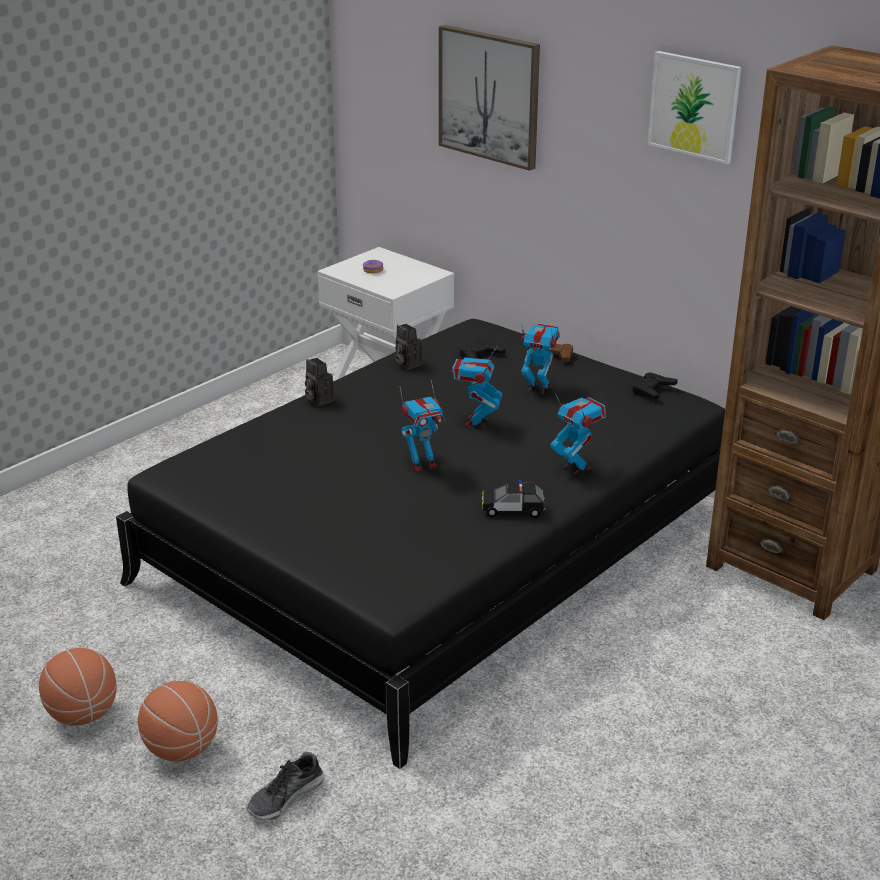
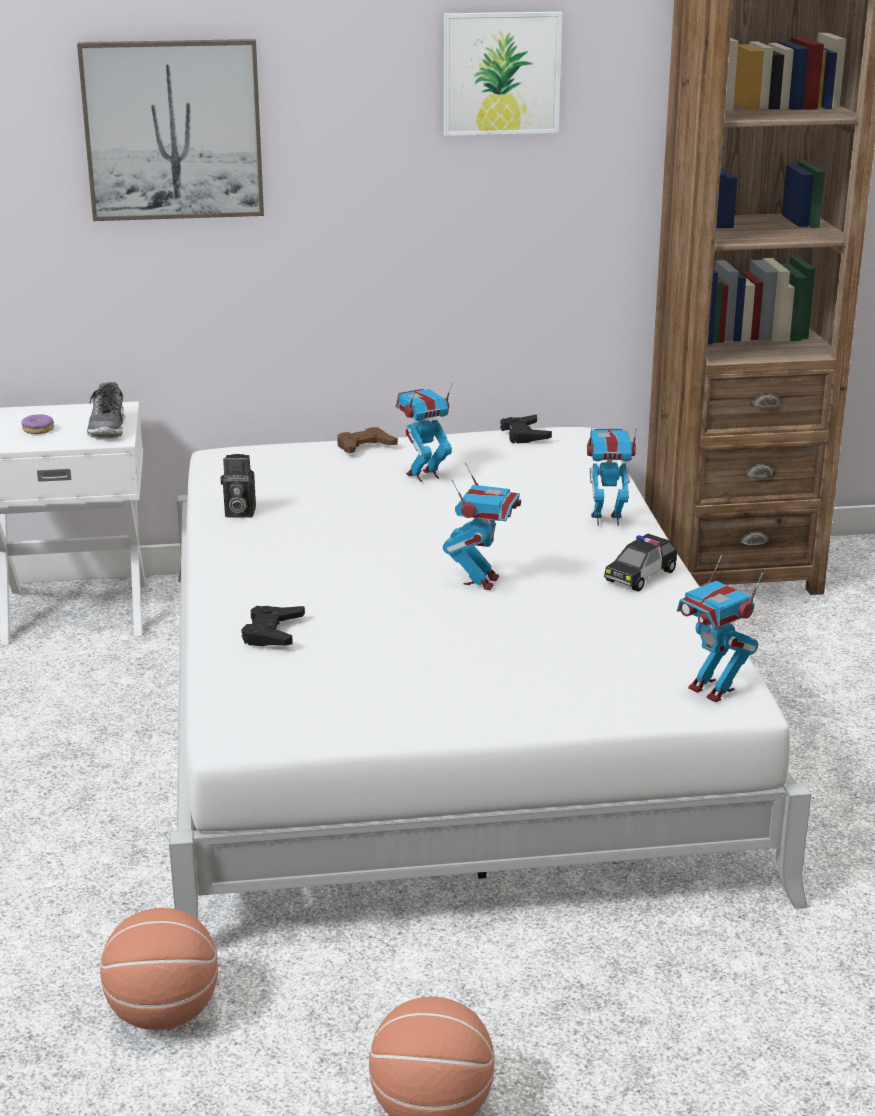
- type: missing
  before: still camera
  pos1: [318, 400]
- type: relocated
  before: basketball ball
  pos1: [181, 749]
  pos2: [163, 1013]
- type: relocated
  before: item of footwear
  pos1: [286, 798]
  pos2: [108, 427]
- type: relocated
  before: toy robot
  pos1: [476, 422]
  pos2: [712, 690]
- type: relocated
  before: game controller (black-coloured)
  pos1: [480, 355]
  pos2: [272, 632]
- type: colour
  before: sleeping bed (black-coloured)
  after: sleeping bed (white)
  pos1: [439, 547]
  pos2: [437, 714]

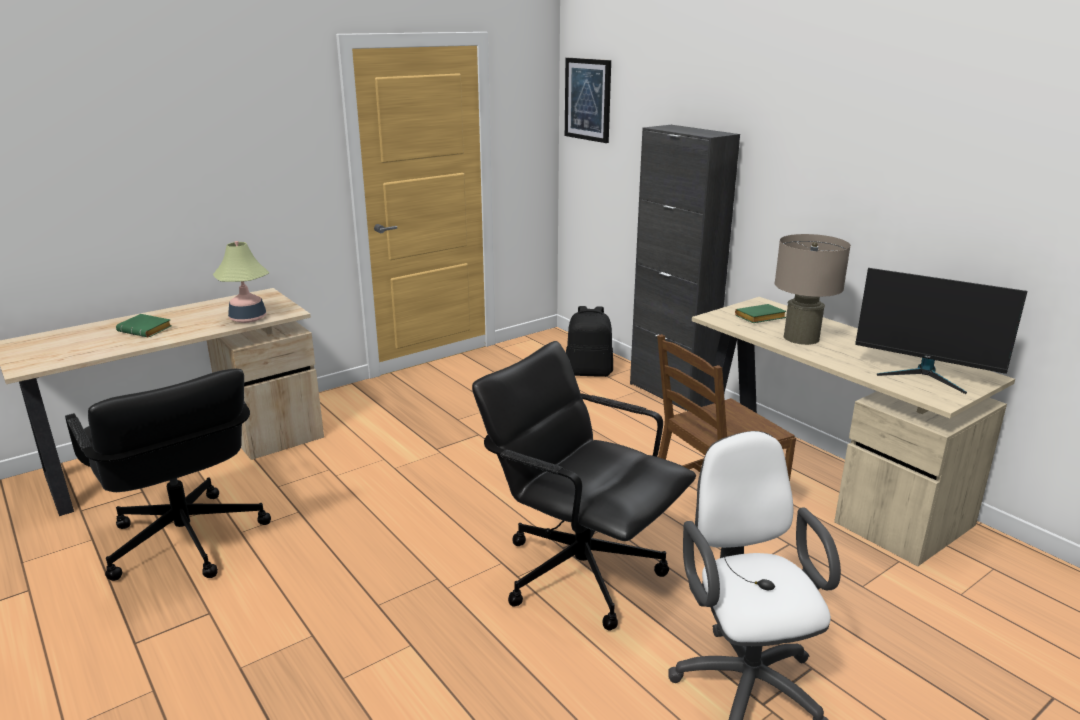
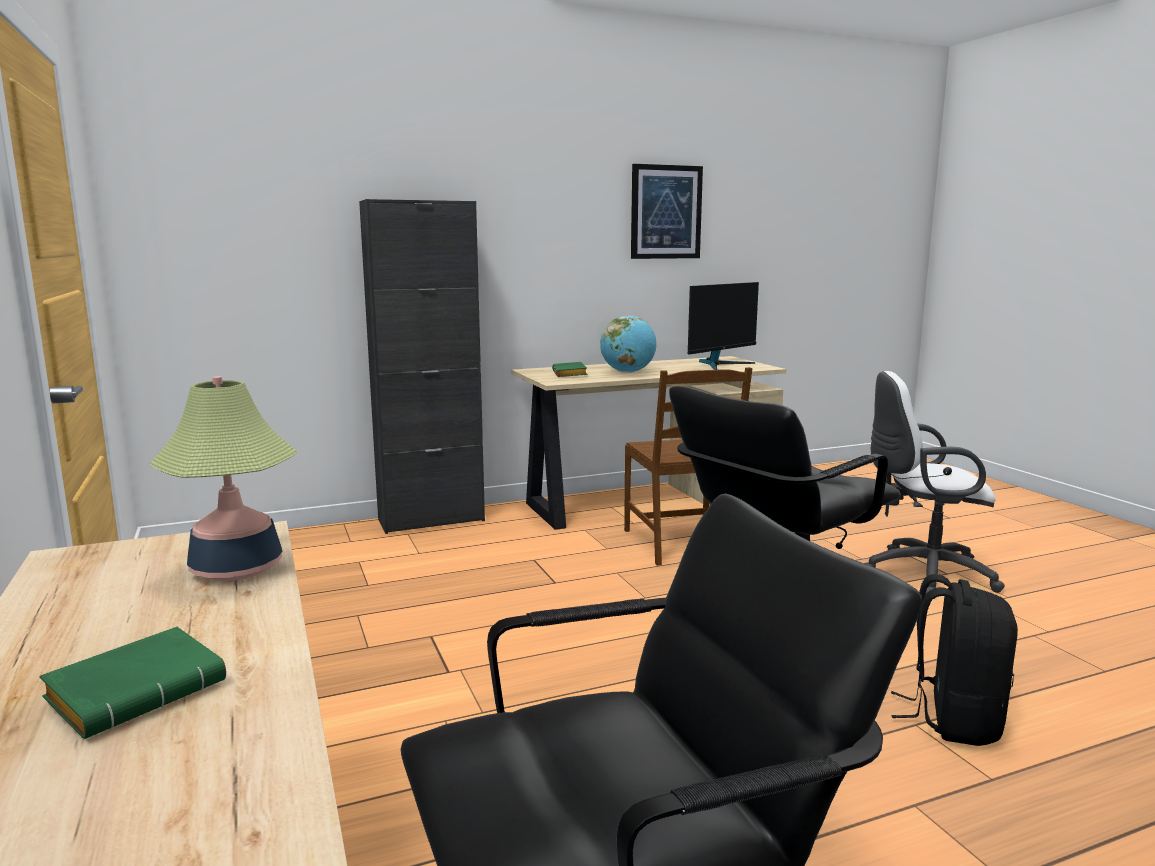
- type: relocated
  before: wall picture
  pos1: [588, 99]
  pos2: [665, 212]
- type: relocated
  before: rucksack (black-coloured)
  pos1: [589, 372]
  pos2: [953, 719]
- type: exchanged
  before: tabletop lamp (beige)
  after: world globe
  pos1: [801, 338]
  pos2: [628, 372]

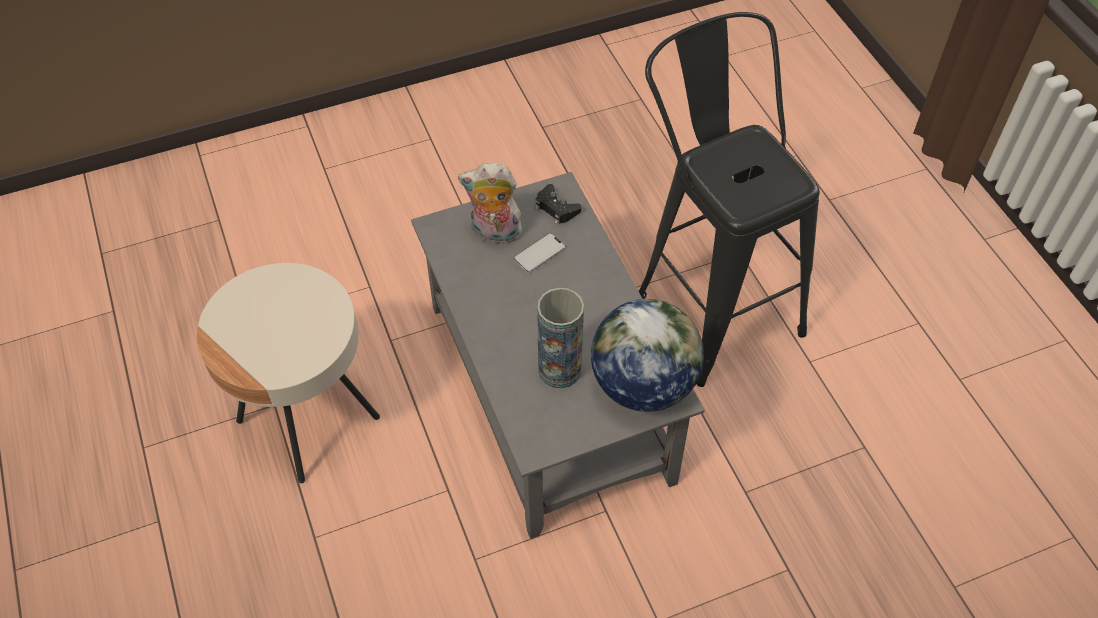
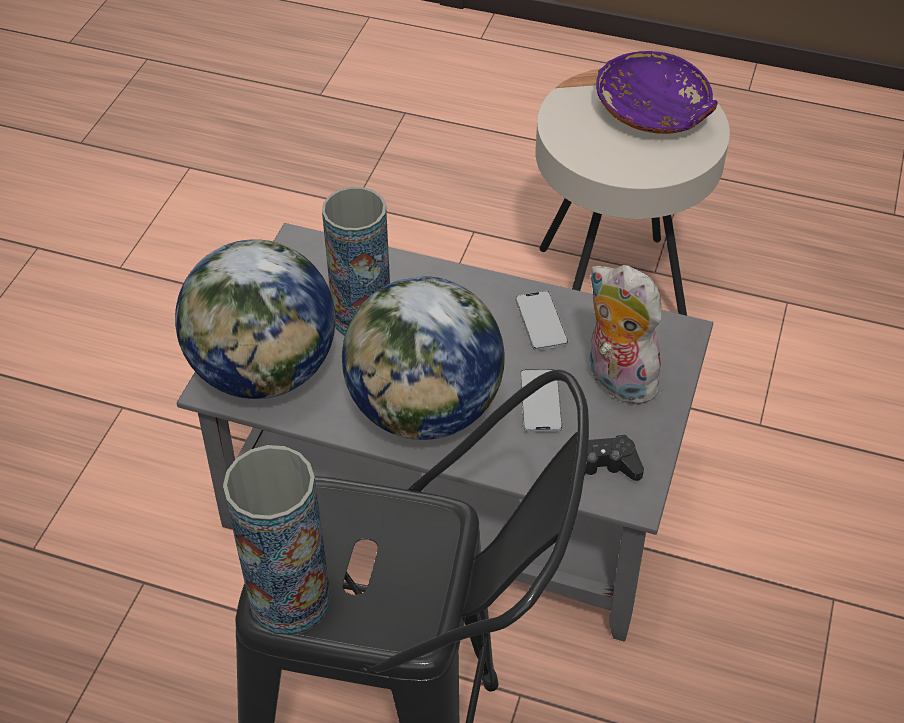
- type: appeared
  after: flower vase
  pos2: [290, 599]
- type: appeared
  after: world globe
  pos2: [425, 410]
- type: appeared
  after: phone
  pos2: [541, 322]
- type: appeared
  after: deep dish (purple)
  pos2: [654, 112]
- type: spun
  before: plush toy
  pos1: [494, 233]
  pos2: [615, 380]
  turn: -90

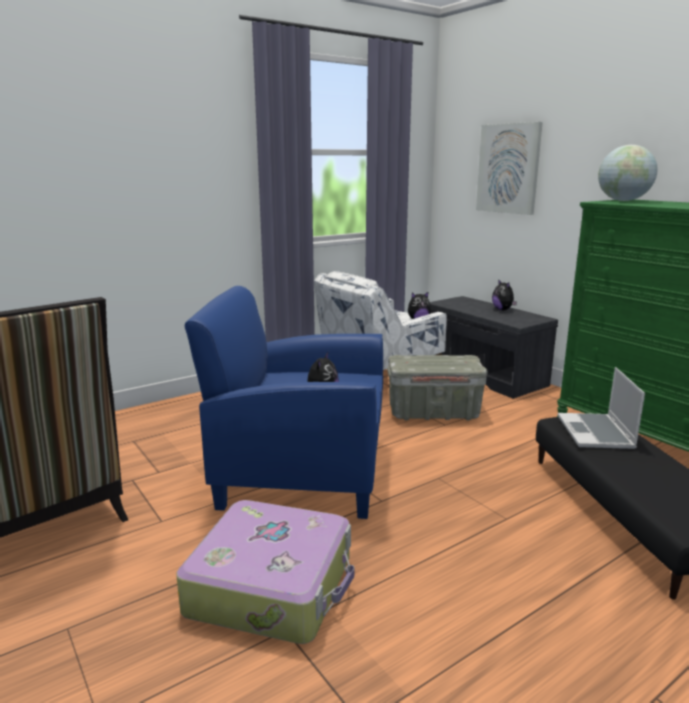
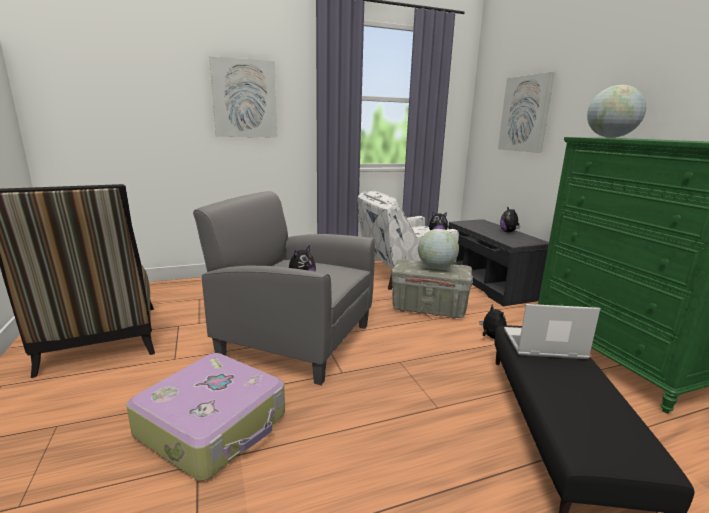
- type: appeared
  after: wall picture
  pos2: [244, 99]
- type: appeared
  after: world globe
  pos2: [436, 268]
- type: appeared
  after: plush toy
  pos2: [491, 337]
- type: colour
  before: armchair (blue-coloured)
  after: armchair (gray)
  pos1: [300, 473]
  pos2: [295, 339]
- type: spun
  before: laptop
  pos1: [596, 433]
  pos2: [543, 345]
  turn: 75

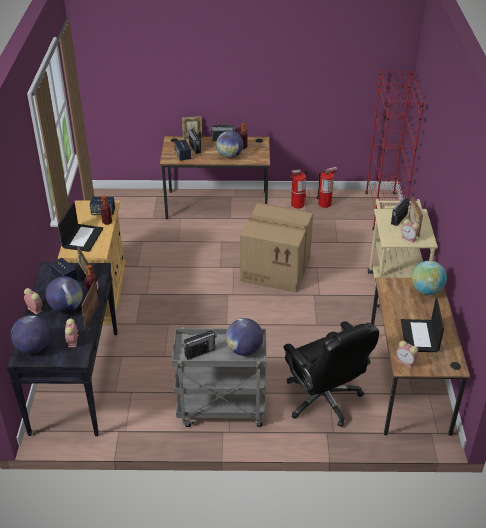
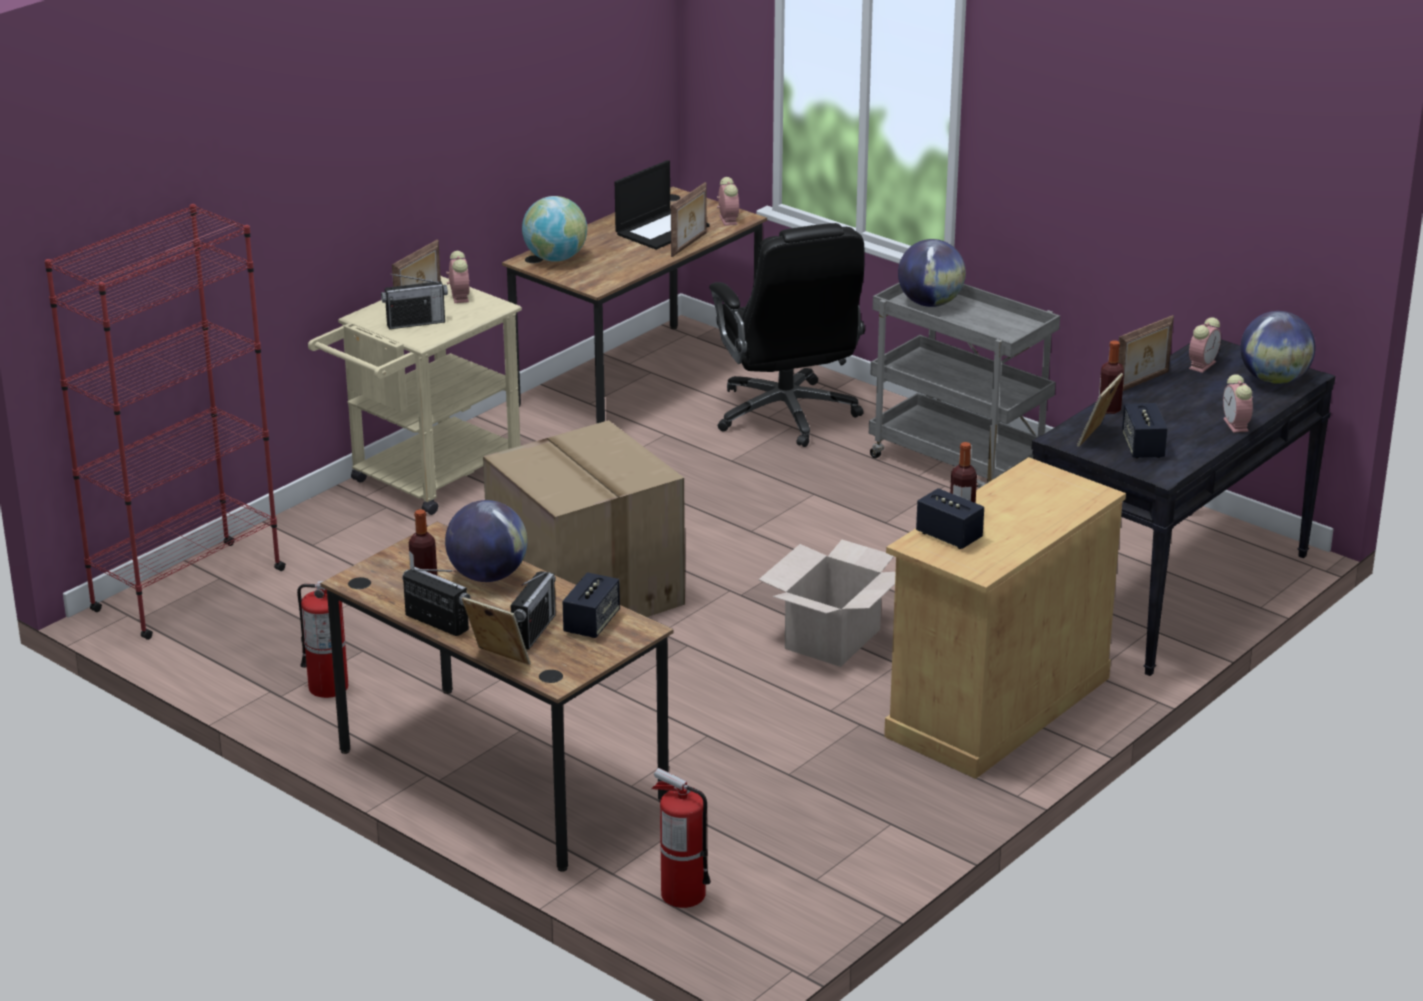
- type: missing
  before: world globe
  pos1: [66, 307]
- type: missing
  before: laptop
  pos1: [82, 237]
- type: missing
  before: radio
  pos1: [199, 352]
- type: appeared
  after: standing frame
  pos2: [690, 245]
- type: appeared
  after: carton
  pos2: [833, 639]
- type: relocated
  before: fire-fighting cylinder
  pos1: [325, 204]
  pos2: [682, 894]
- type: spun
  before: office chair (black-coloured)
  pos1: [324, 399]
  pos2: [787, 415]
  turn: 150

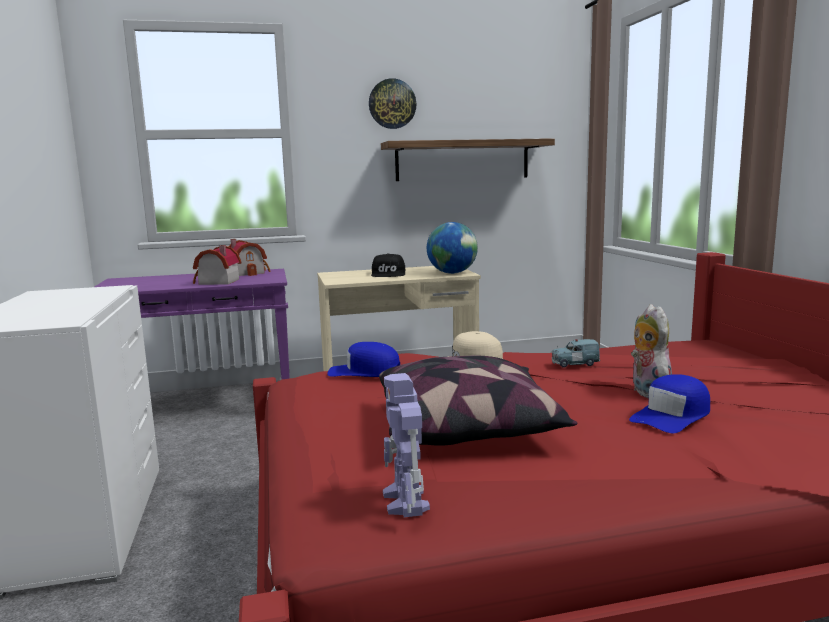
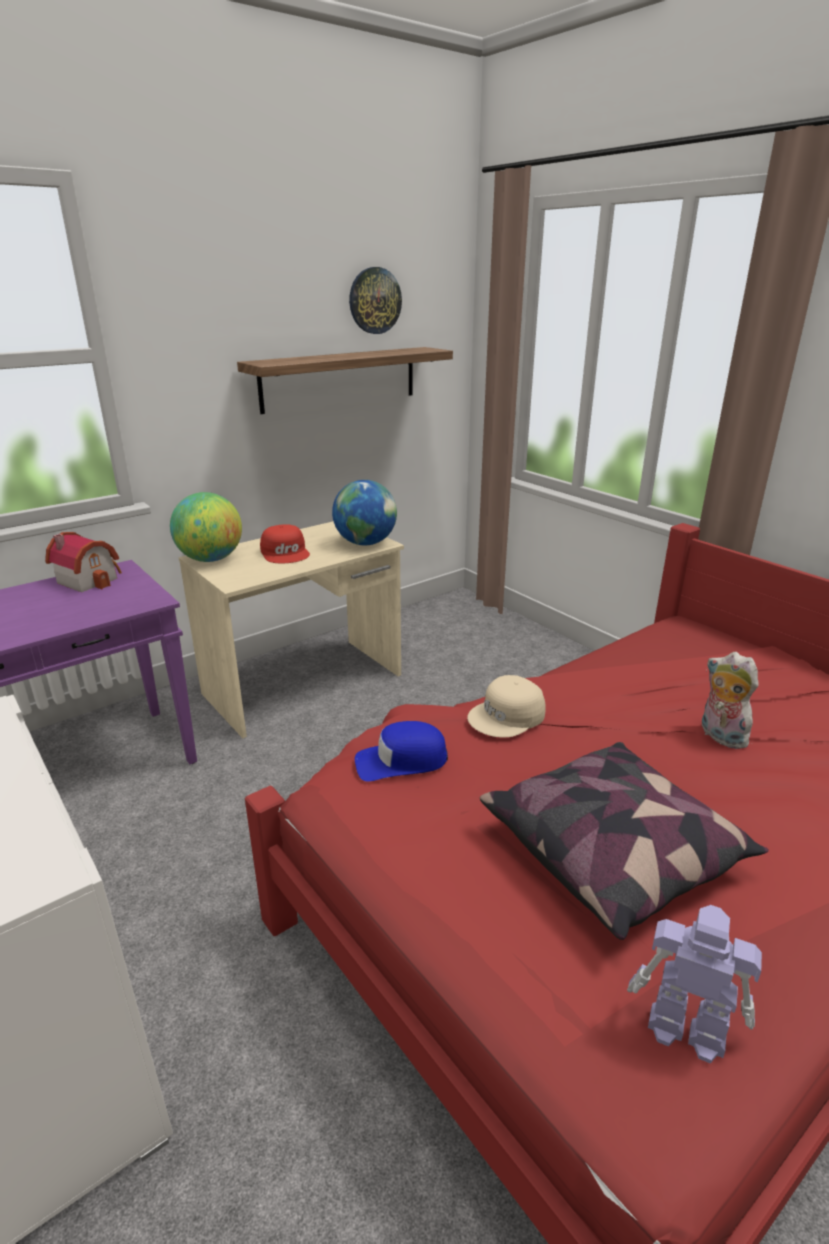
- type: missing
  before: toy house
  pos1: [216, 282]
- type: missing
  before: toy car (blue-coloured)
  pos1: [574, 364]
- type: missing
  before: peaked cap (blue-coloured)
  pos1: [672, 416]
- type: appeared
  after: world globe
  pos2: [211, 559]
- type: relocated
  before: clock on the wall
  pos1: [392, 104]
  pos2: [374, 301]
- type: colour
  before: peaked cap (black-coloured)
  after: peaked cap (red-coloured)
  pos1: [389, 274]
  pos2: [286, 553]
- type: spun
  before: toy robot
  pos1: [406, 502]
  pos2: [683, 1029]
  turn: 150

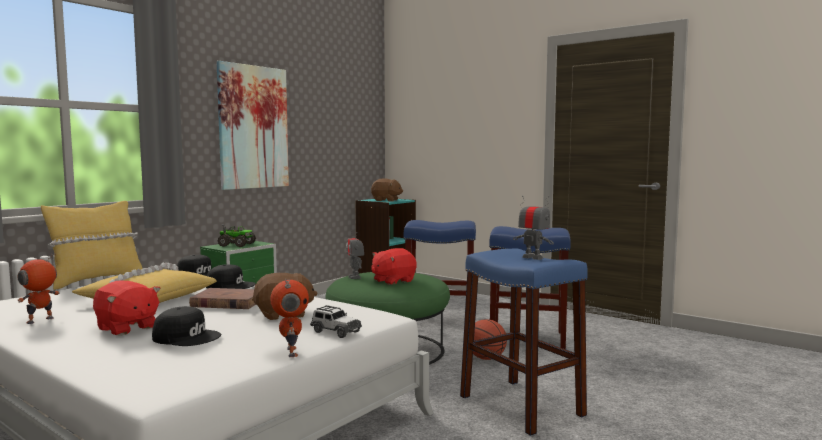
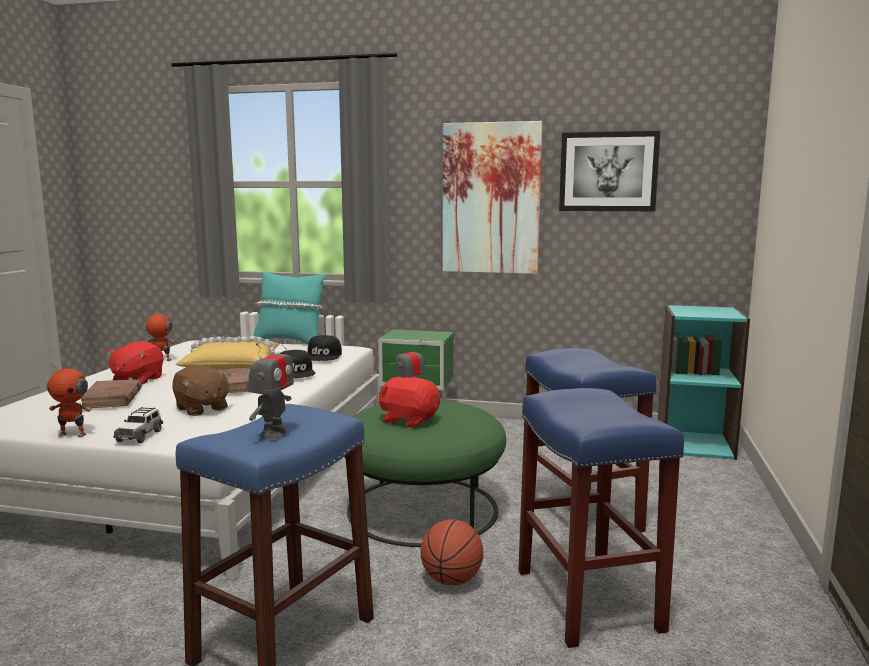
- type: missing
  before: model truck
  pos1: [236, 245]
- type: missing
  before: plush toy (brown-coloured)
  pos1: [386, 200]
- type: appeared
  after: wall picture
  pos2: [608, 172]
- type: exchanged
  before: peaked cap (black-coloured)
  after: bound book (brown-coloured)
  pos1: [187, 337]
  pos2: [112, 398]
- type: colour
  before: cushion (yellow-coloured)
  after: cushion (turquoise)
  pos1: [96, 281]
  pos2: [290, 341]
- type: spun
  before: toy robot
  pos1: [290, 352]
  pos2: [73, 434]
  turn: 45

